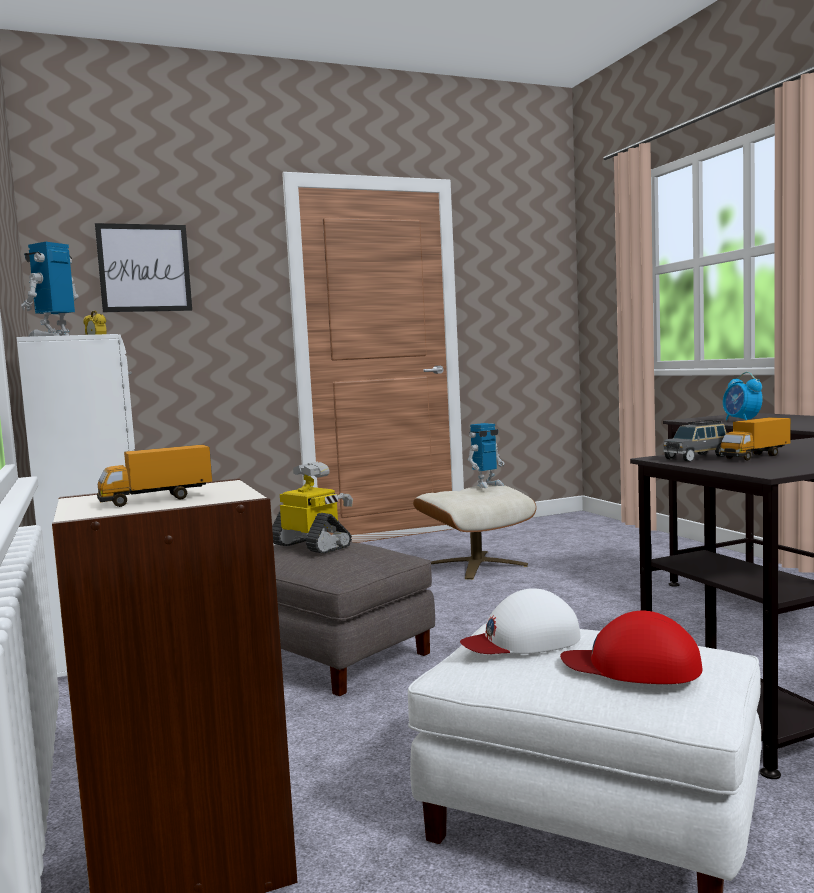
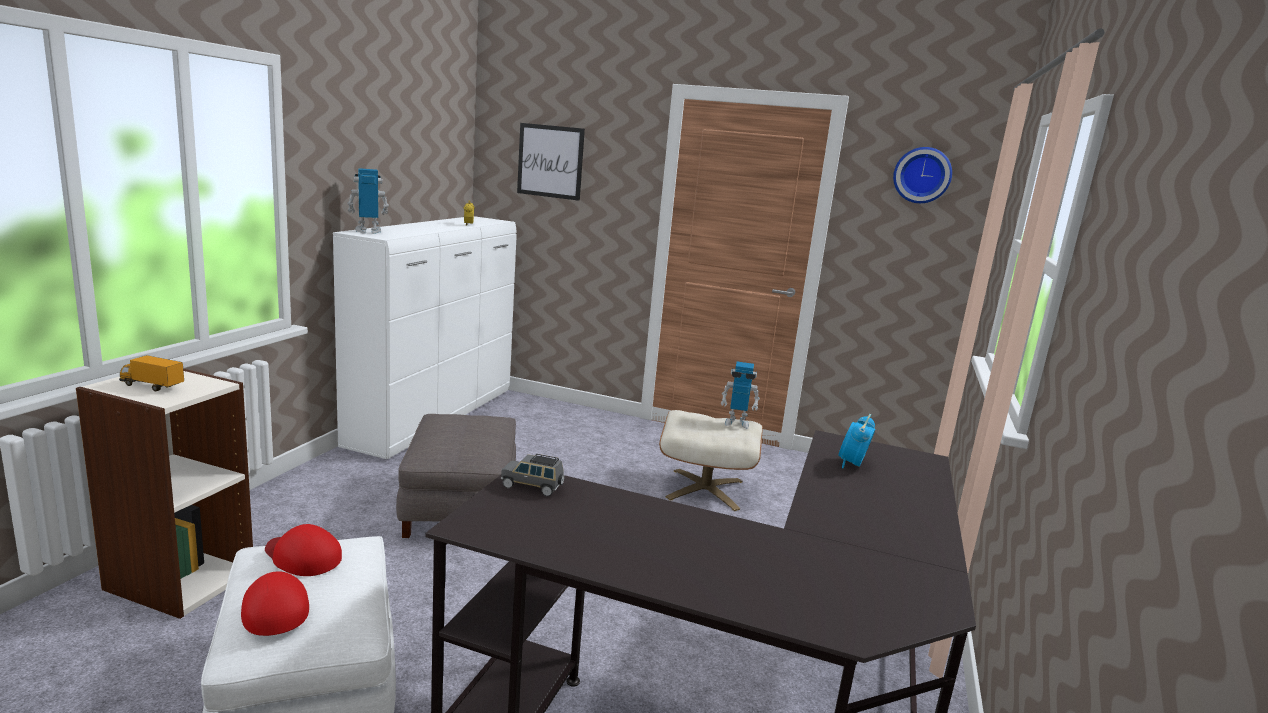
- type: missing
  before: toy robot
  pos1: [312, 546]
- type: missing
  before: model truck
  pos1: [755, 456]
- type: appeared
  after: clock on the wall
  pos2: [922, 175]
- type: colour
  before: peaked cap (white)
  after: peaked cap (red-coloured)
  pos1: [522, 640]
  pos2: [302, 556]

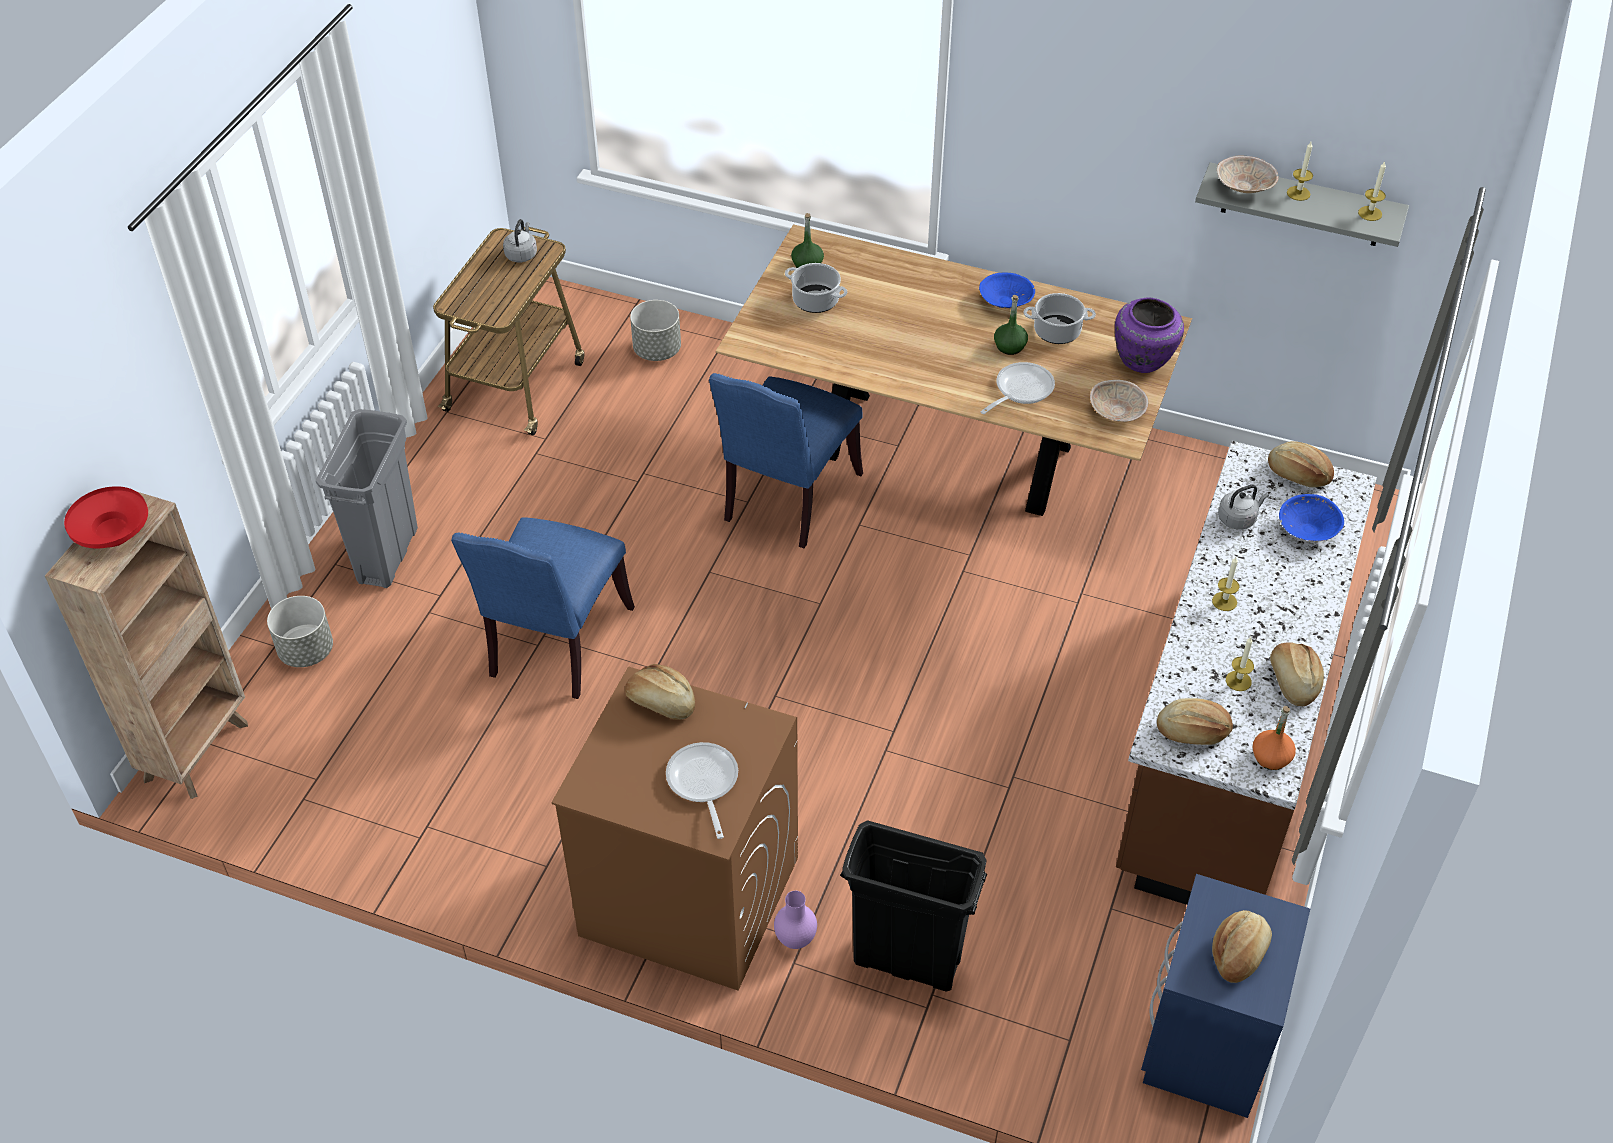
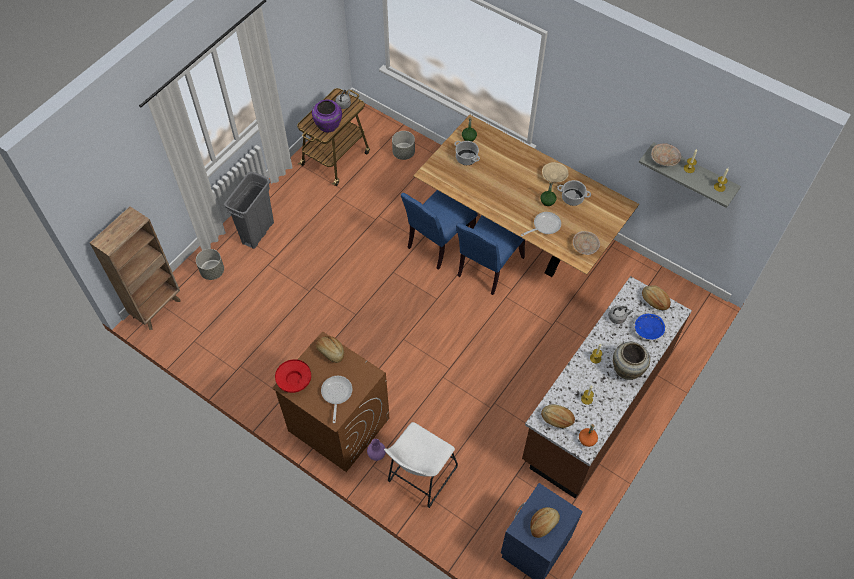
- type: missing
  before: bread
  pos1: [1292, 681]
- type: appeared
  after: flower vase (beige)
  pos2: [627, 369]
- type: relocated
  before: deep dish (red-coloured)
  pos1: [112, 532]
  pos2: [294, 380]
- type: relocated
  before: plain chair (blue-coloured)
  pos1: [555, 646]
  pos2: [487, 268]
- type: relocated
  before: flower vase (purple)
  pos1: [1143, 361]
  pos2: [328, 126]
- type: exchanged
  before: rubbish bin (black-coloured)
  after: stool (white)
  pos1: [906, 962]
  pos2: [420, 477]
- type: colour
  before: deep dish (blue-coloured)
  after: deep dish (beige)
  pos1: [1006, 301]
  pos2: [554, 177]

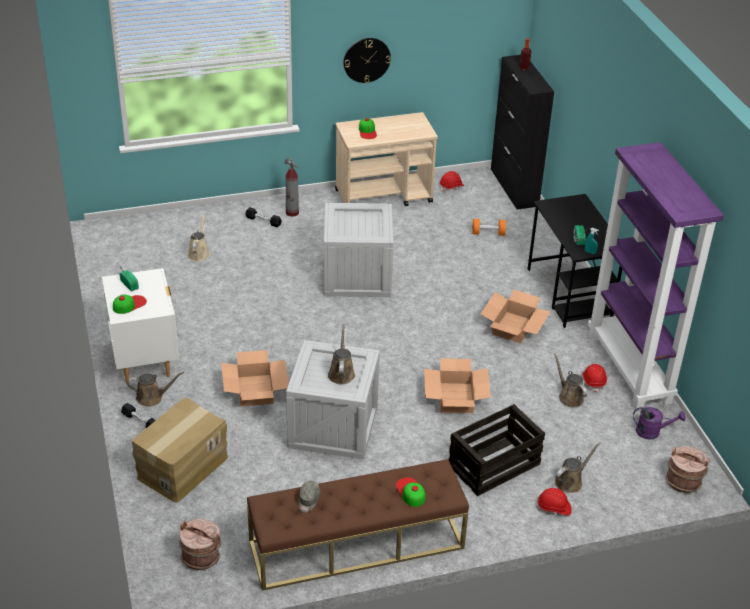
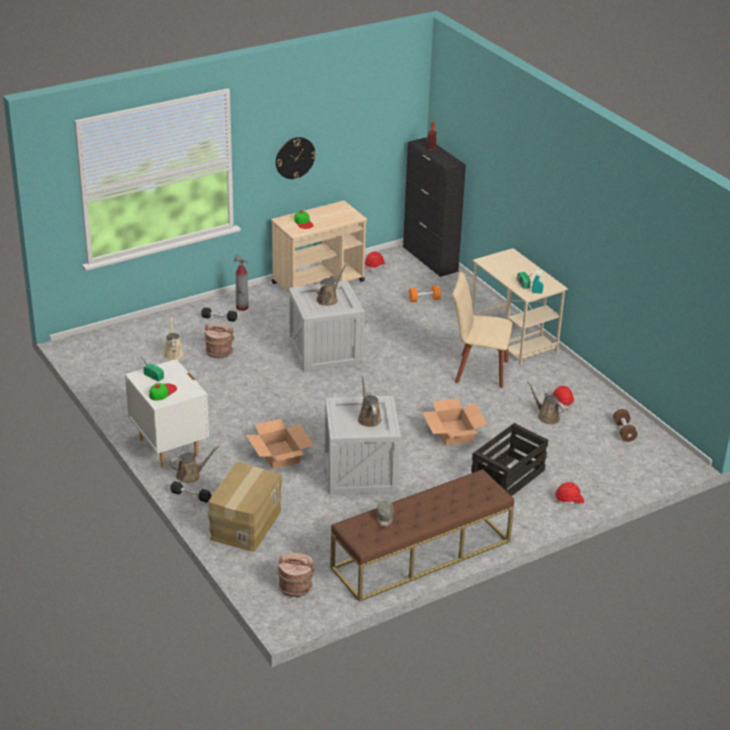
- type: missing
  before: peaked cap
  pos1: [410, 492]
- type: missing
  before: bookshelf (purple)
  pos1: [630, 369]
- type: relocated
  before: watering can (brown-coloured)
  pos1: [570, 481]
  pos2: [328, 299]
- type: relocated
  before: pail (brown-coloured)
  pos1: [683, 481]
  pos2: [219, 352]
- type: exchanged
  before: carton
  after: plain chair (beige)
  pos1: [513, 327]
  pos2: [478, 371]
- type: exchanged
  before: watering can (purple)
  after: free weight (brown-coloured)
  pos1: [652, 432]
  pos2: [624, 431]
- type: colour
  before: desk (black-coloured)
  after: desk (beige)
  pos1: [569, 294]
  pos2: [513, 338]

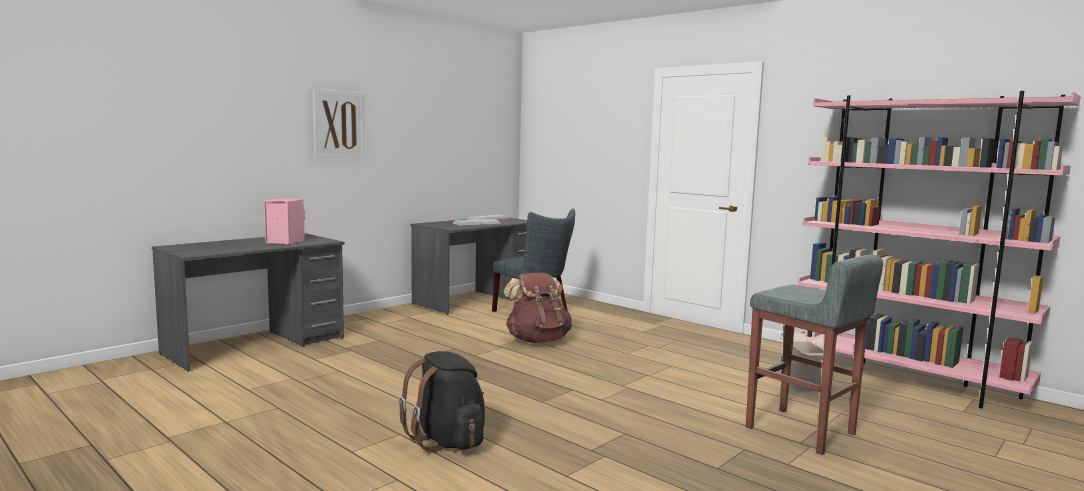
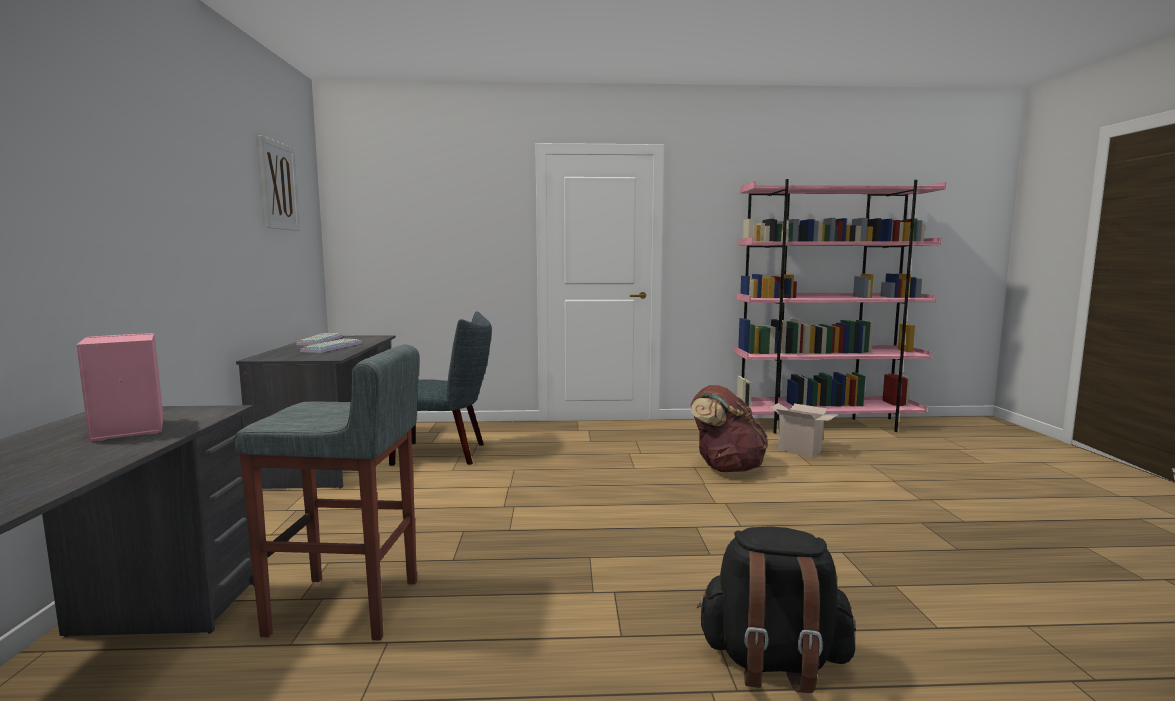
- type: relocated
  before: wall picture
  pos1: [339, 125]
  pos2: [278, 186]
- type: relocated
  before: rucksack (brown-coloured)
  pos1: [537, 340]
  pos2: [726, 468]
- type: relocated
  before: stool (gray)
  pos1: [801, 431]
  pos2: [346, 608]

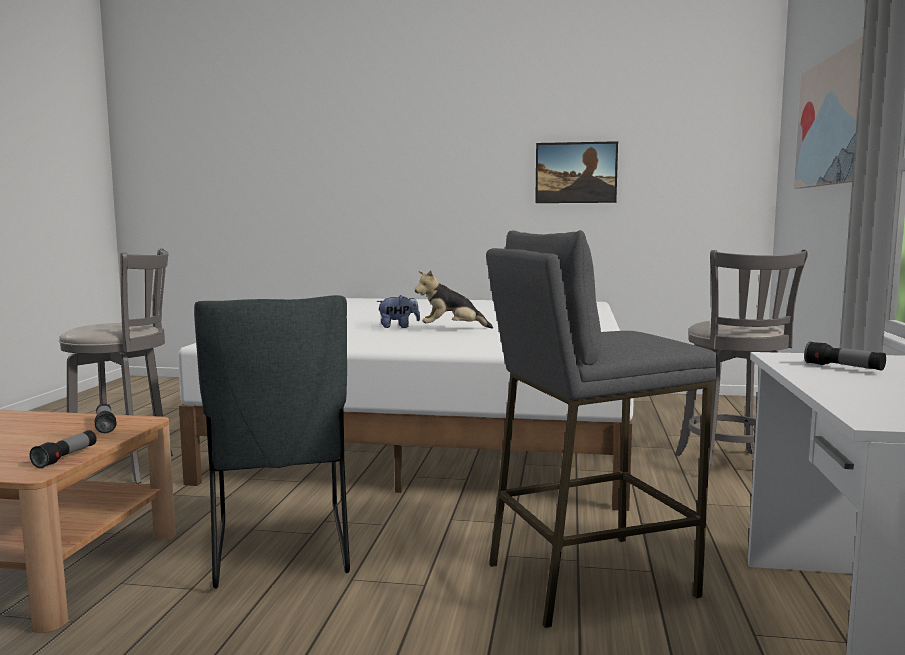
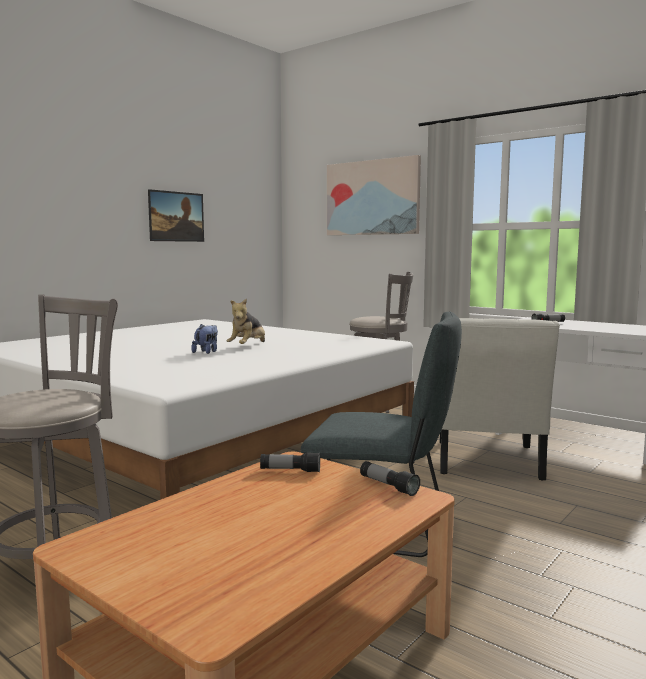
- type: exchanged
  before: stool (gray)
  after: plain chair (white)
  pos1: [588, 578]
  pos2: [487, 462]

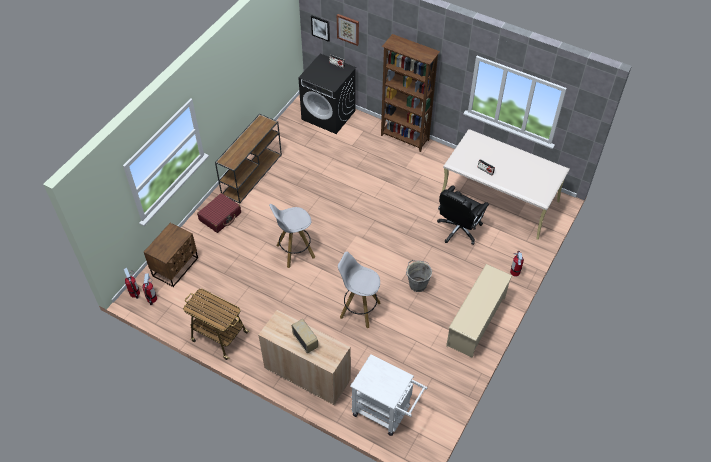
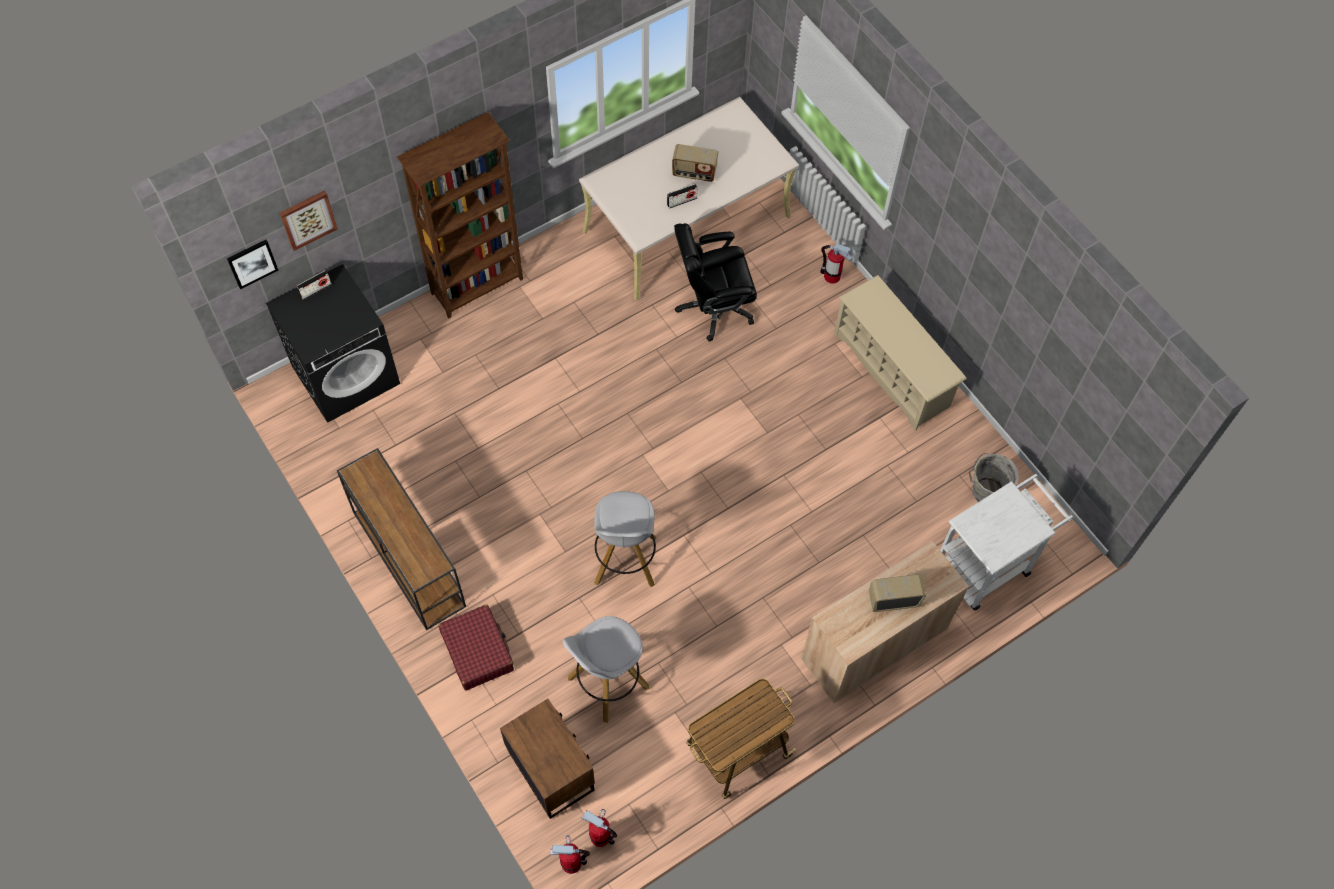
- type: appeared
  after: radio
  pos2: [694, 173]
- type: relocated
  before: stool (white)
  pos1: [359, 310]
  pos2: [607, 684]
- type: relocated
  before: pail (gray)
  pos1: [417, 284]
  pos2: [986, 492]
- type: spun
  before: office chair (black-coloured)
  pos1: [458, 229]
  pos2: [713, 307]
  turn: 105

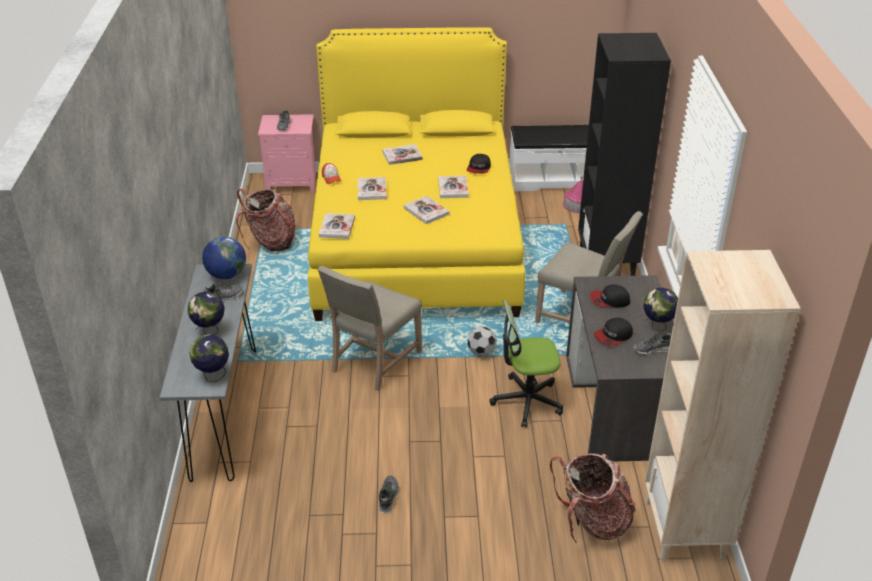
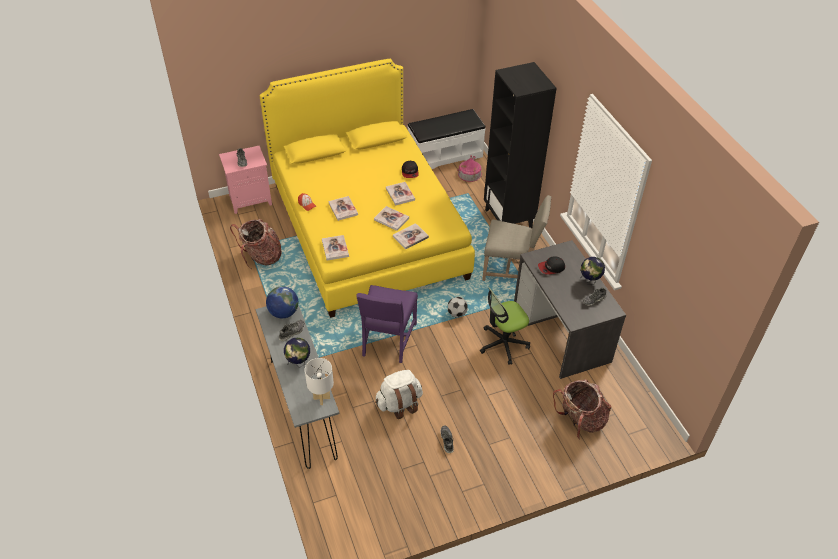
- type: missing
  before: peaked cap
  pos1: [613, 336]
- type: missing
  before: bookshelf (beige)
  pos1: [685, 530]
- type: appeared
  after: rucksack (white)
  pos2: [399, 404]
- type: relocated
  before: bound book
  pos1: [402, 156]
  pos2: [410, 237]
- type: exchanged
  before: world globe
  after: tabletop lamp (white)
  pos1: [213, 375]
  pos2: [322, 398]
- type: colour
  before: plain chair (beige)
  after: plain chair (purple)
  pos1: [373, 362]
  pos2: [387, 341]

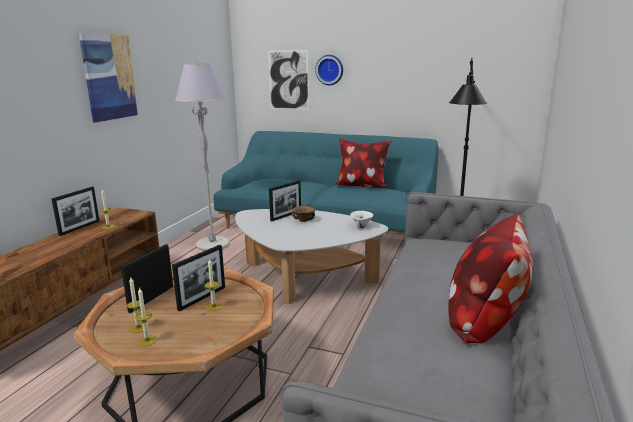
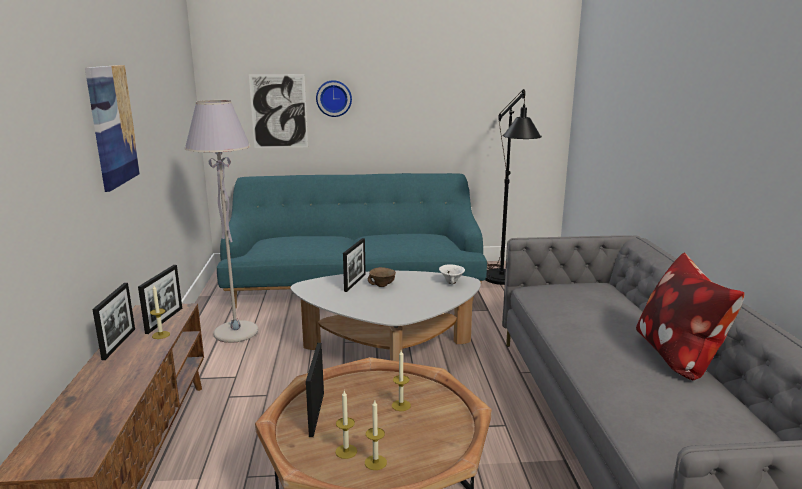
- type: missing
  before: cushion
  pos1: [361, 186]
- type: relocated
  before: standing frame
  pos1: [202, 298]
  pos2: [164, 320]

